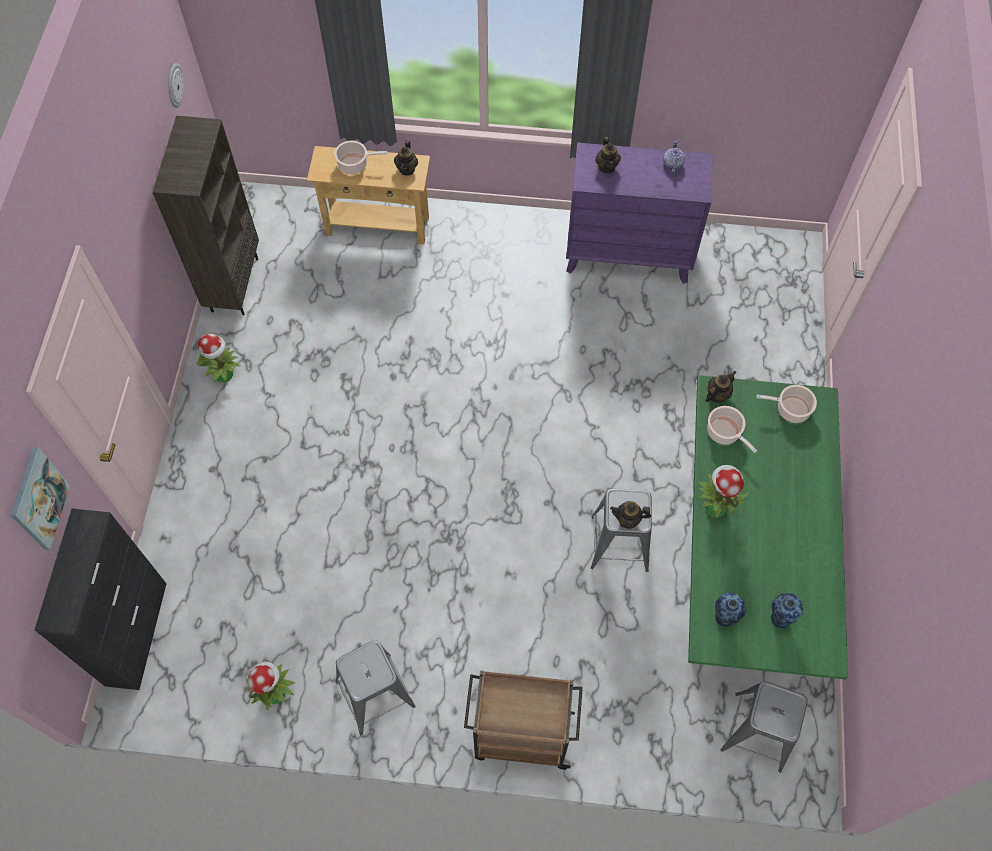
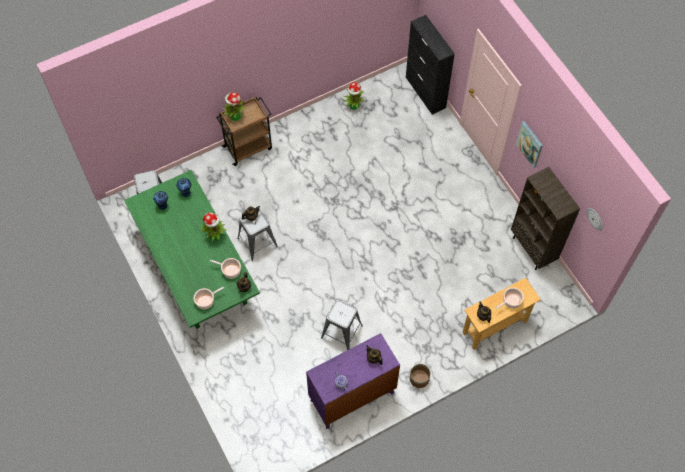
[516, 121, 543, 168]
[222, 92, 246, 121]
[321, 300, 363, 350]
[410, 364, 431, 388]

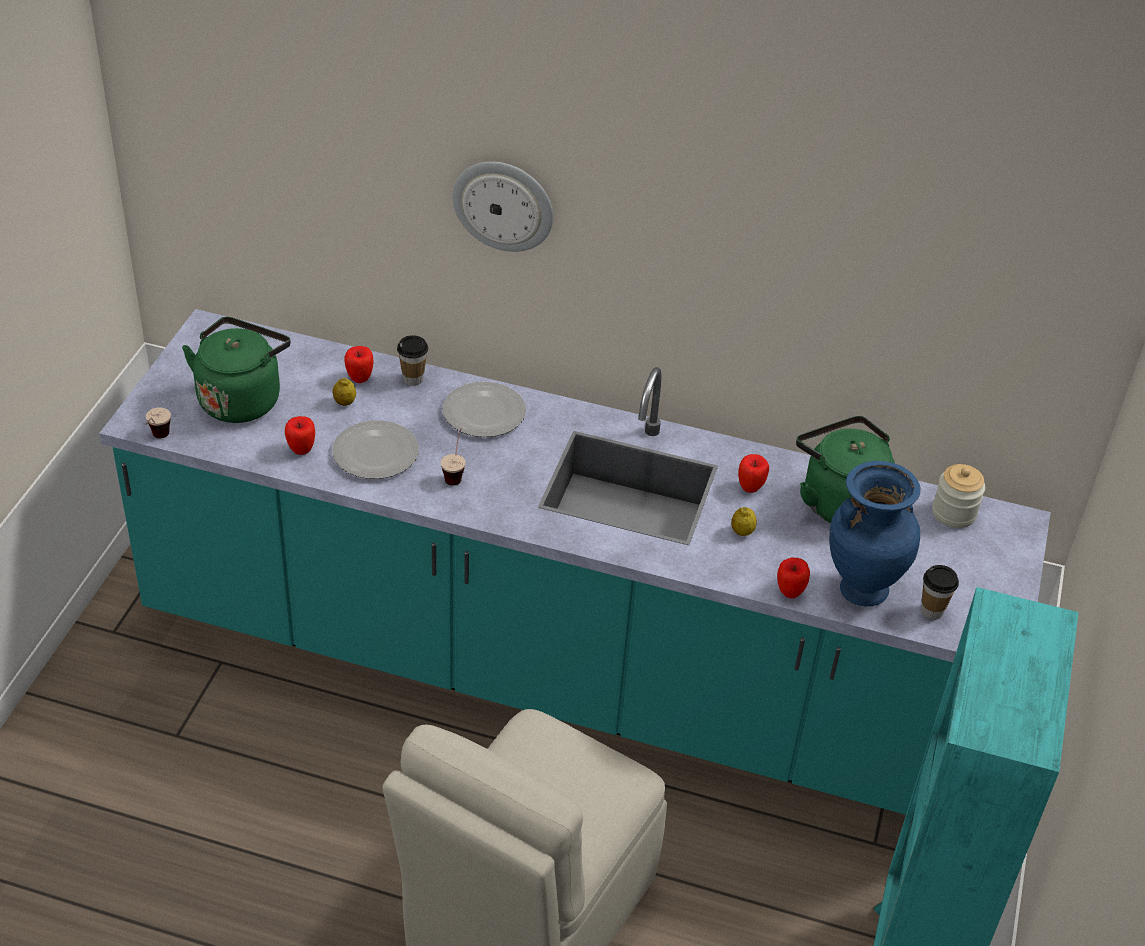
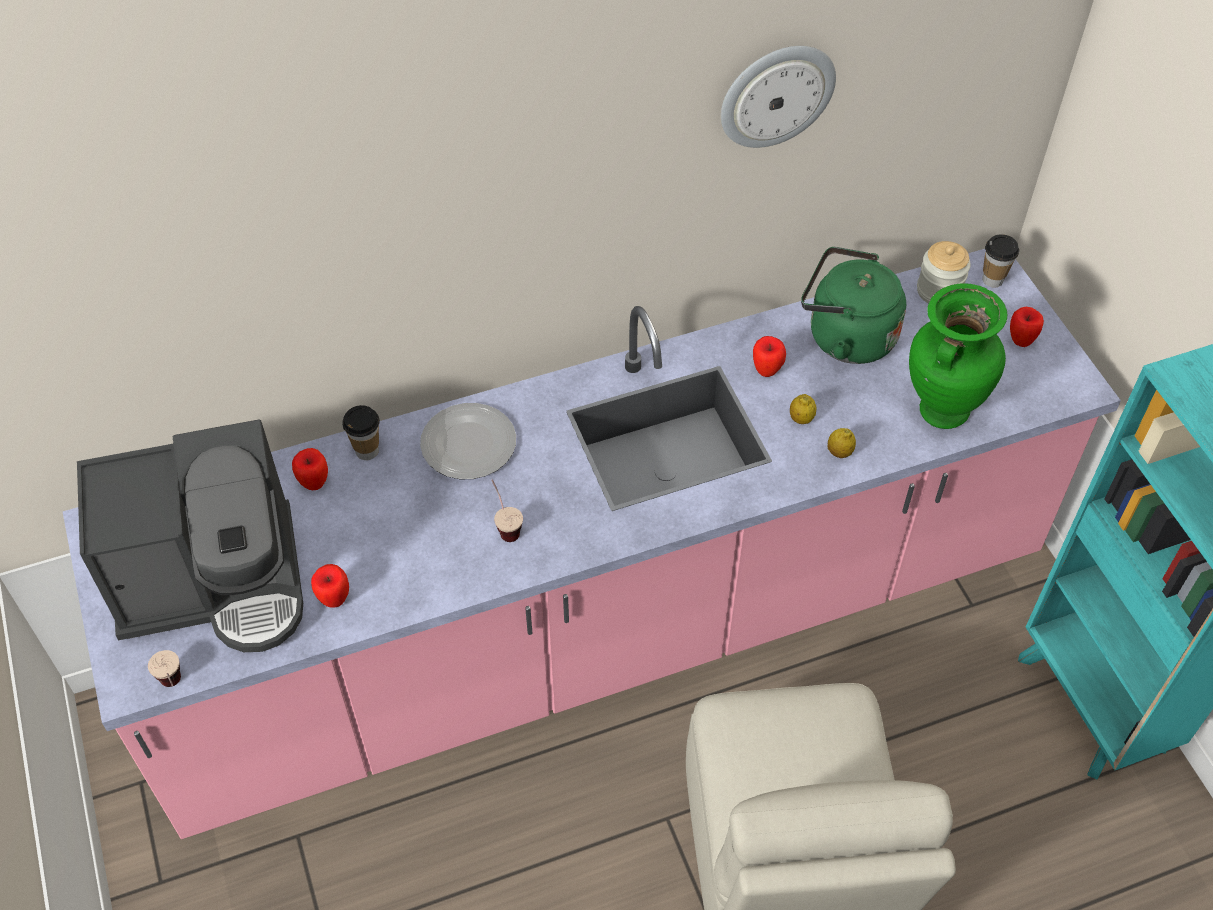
[63, 249, 1121, 839]
[77, 419, 303, 652]
[828, 428, 856, 458]
[332, 420, 419, 479] (first image)
[721, 46, 836, 148]
[1010, 307, 1044, 347]
[909, 283, 1007, 429]
[982, 234, 1019, 287]

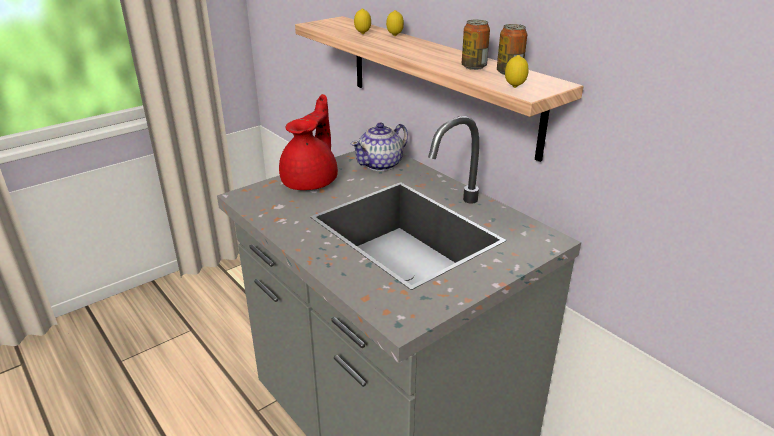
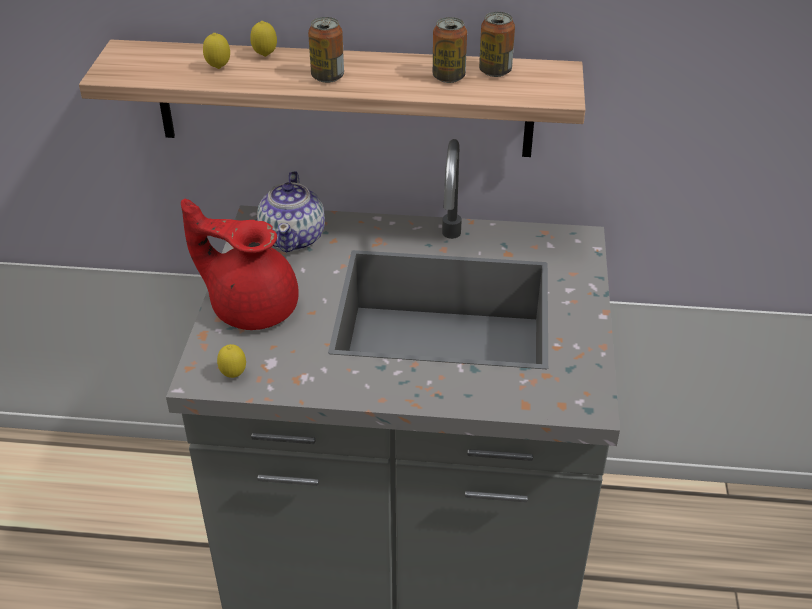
[181, 199, 299, 330]
[217, 344, 246, 378]
[308, 17, 344, 83]

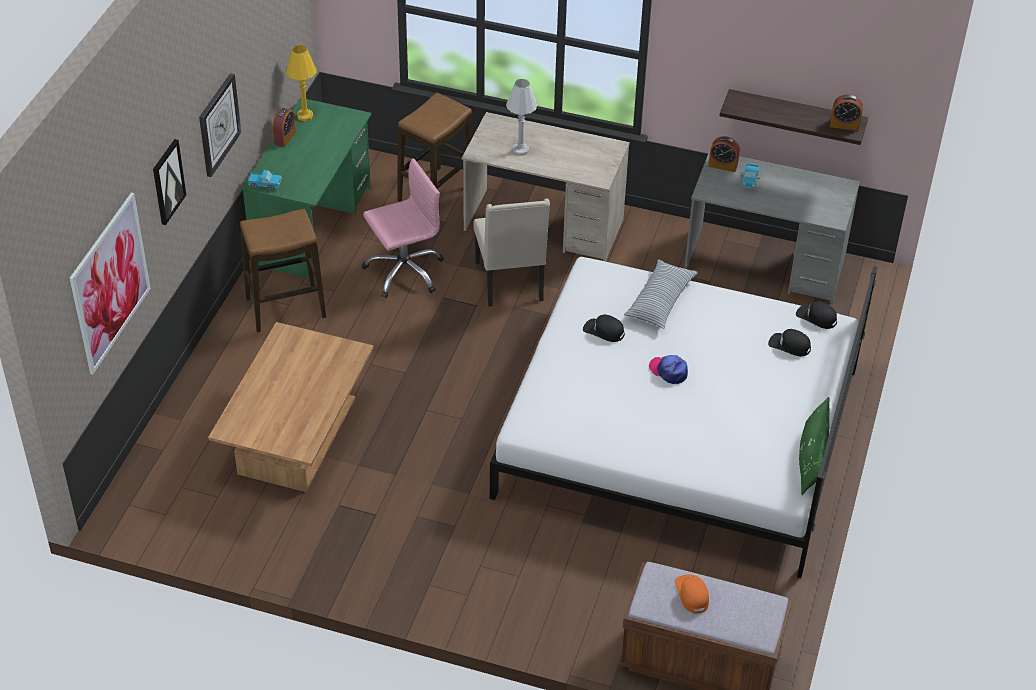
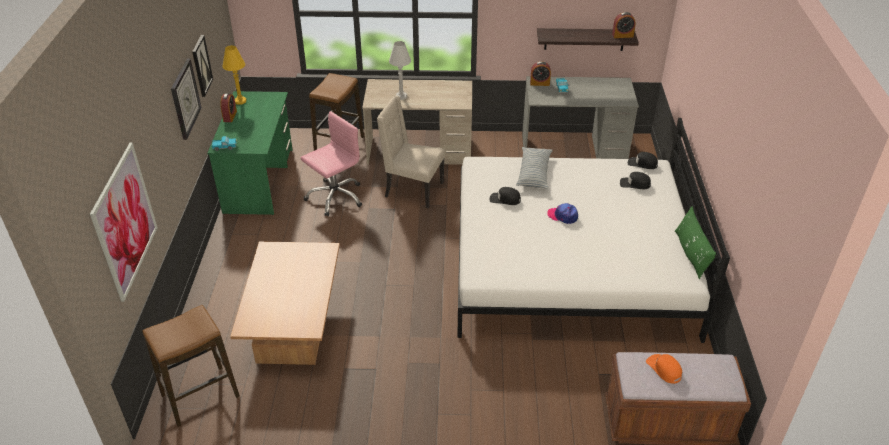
[192, 35, 213, 97]
[142, 305, 240, 427]
[377, 96, 445, 208]

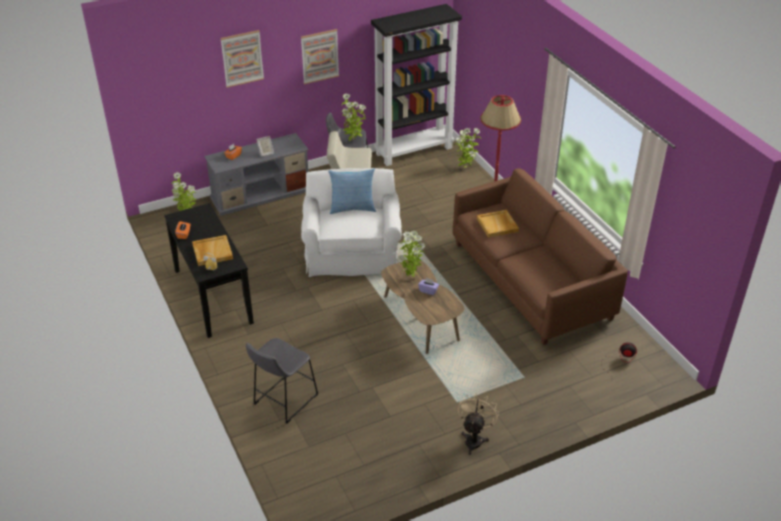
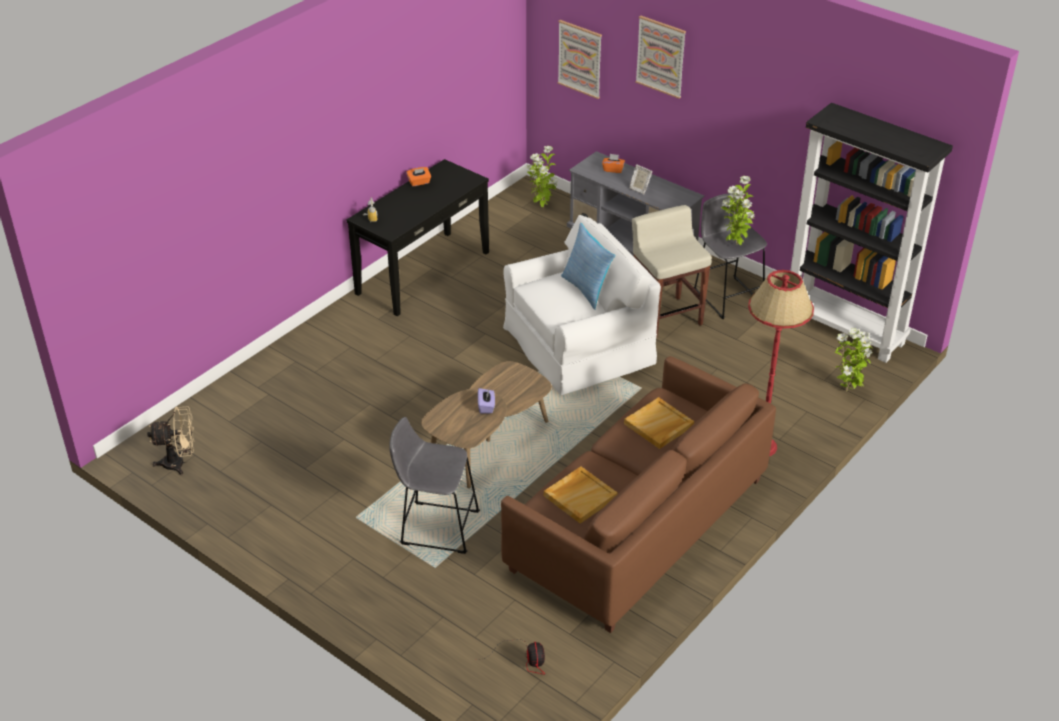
[544, 466, 618, 524]
[389, 417, 480, 554]
[558, 20, 602, 99]
[398, 230, 425, 277] (first image)
[147, 407, 195, 475]

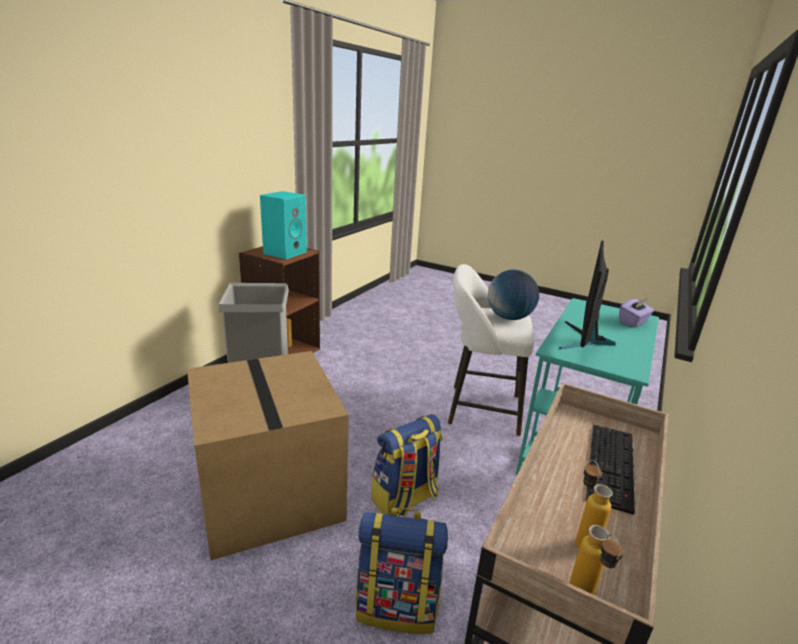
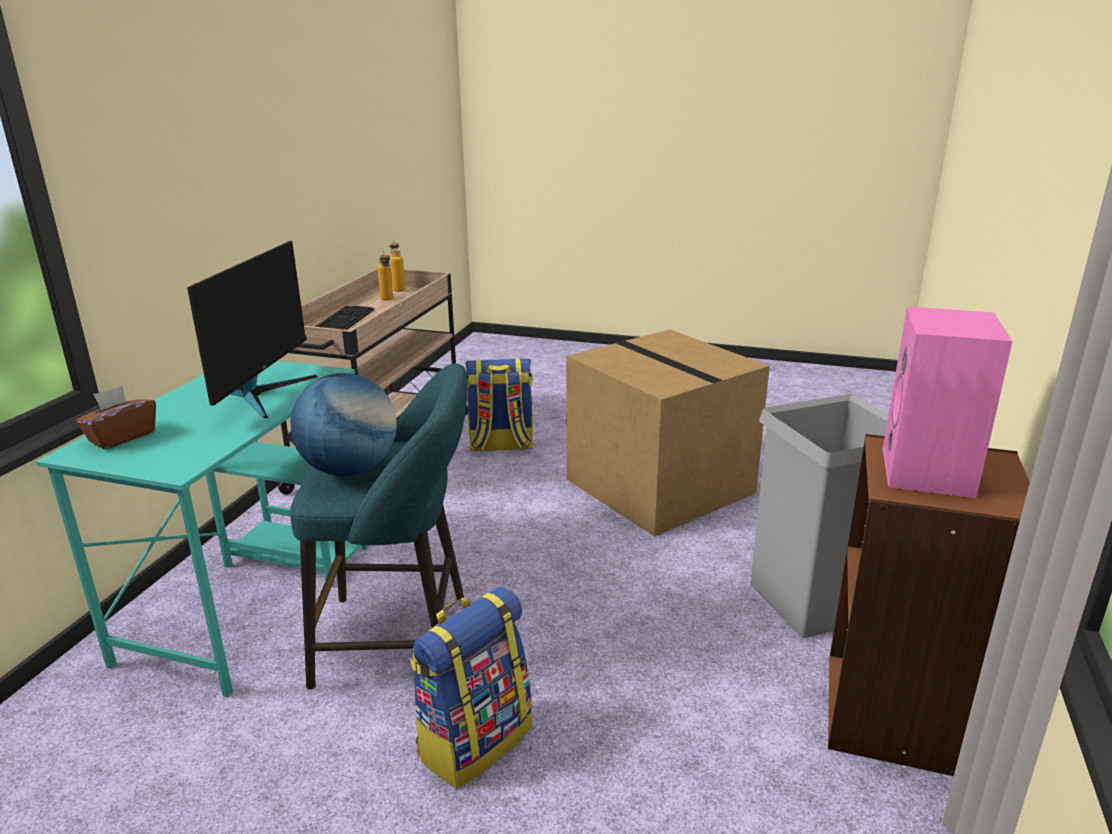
[883, 307, 1013, 498]
[410, 587, 532, 789]
[290, 363, 468, 690]
[76, 386, 156, 450]

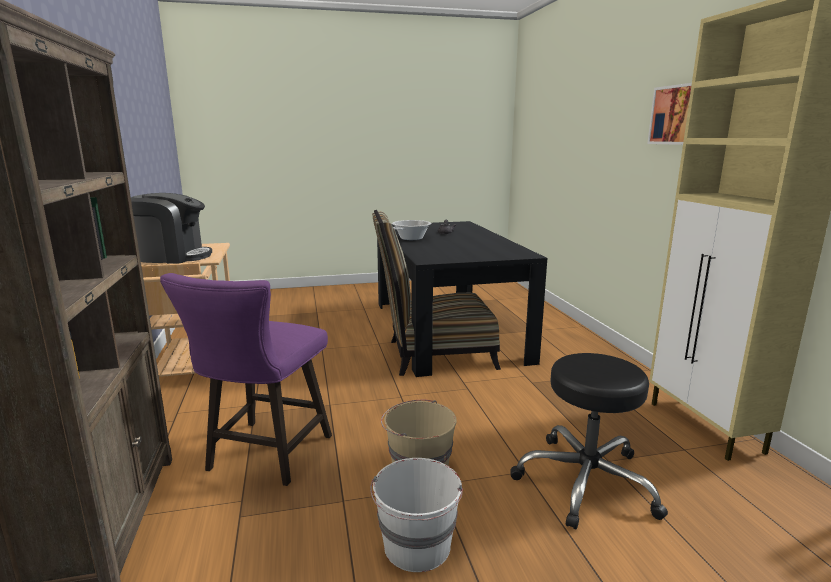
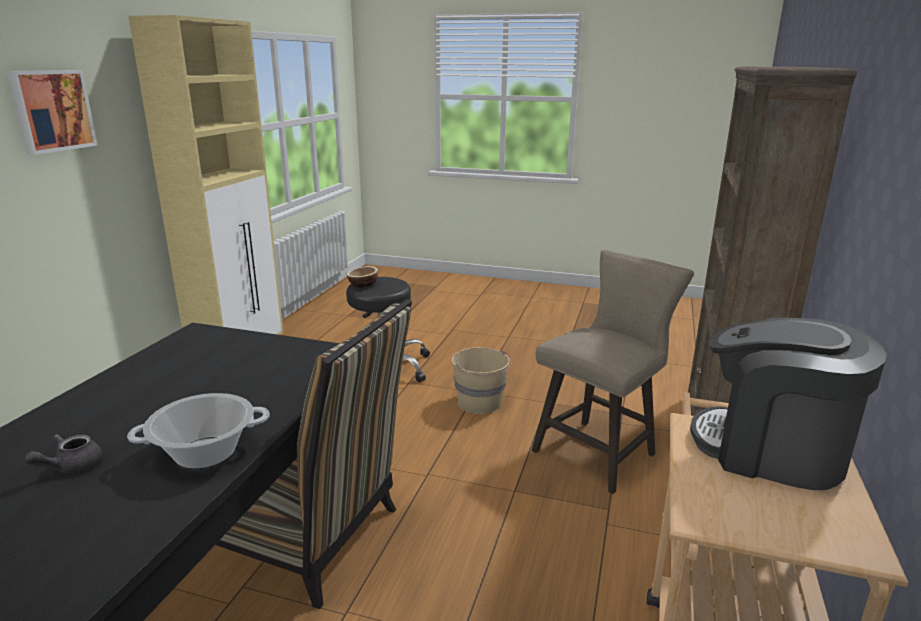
[532, 249, 694, 494]
[370, 458, 463, 572] (first image)
[347, 266, 378, 288]

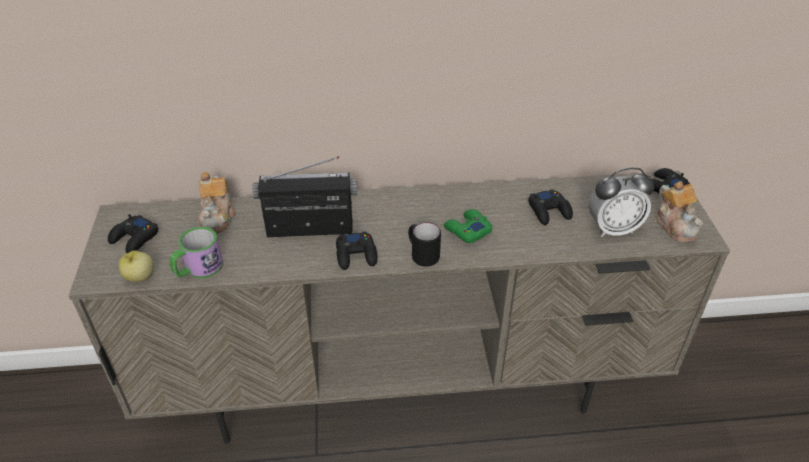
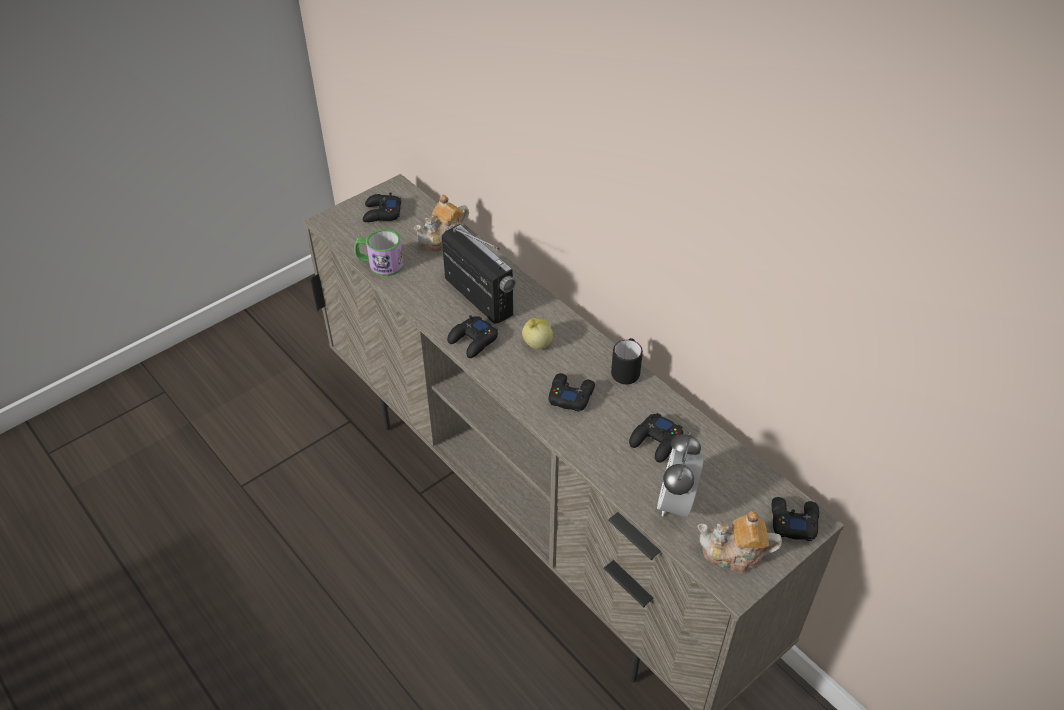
[522, 318, 553, 349]
[611, 338, 643, 384]
[549, 373, 595, 412]
[657, 432, 704, 517]
[697, 511, 782, 573]

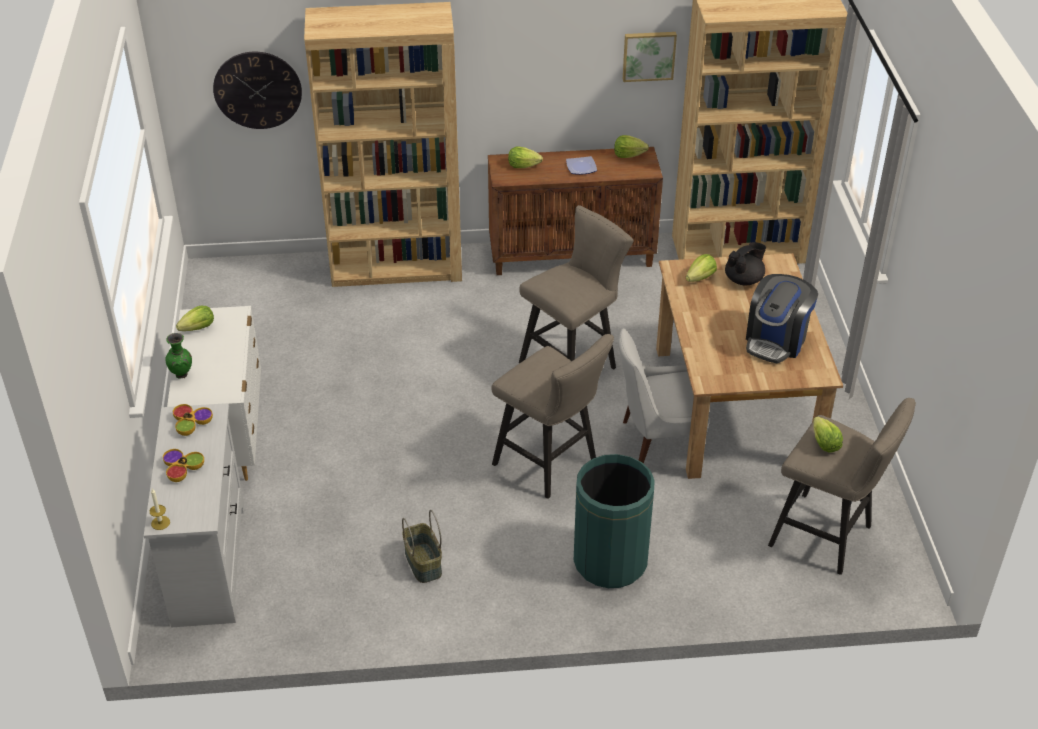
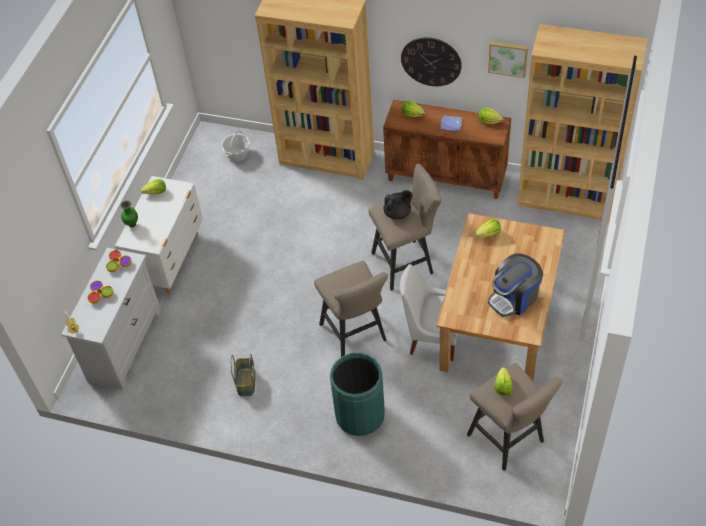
[401, 37, 462, 86]
[383, 190, 413, 220]
[221, 131, 250, 162]

